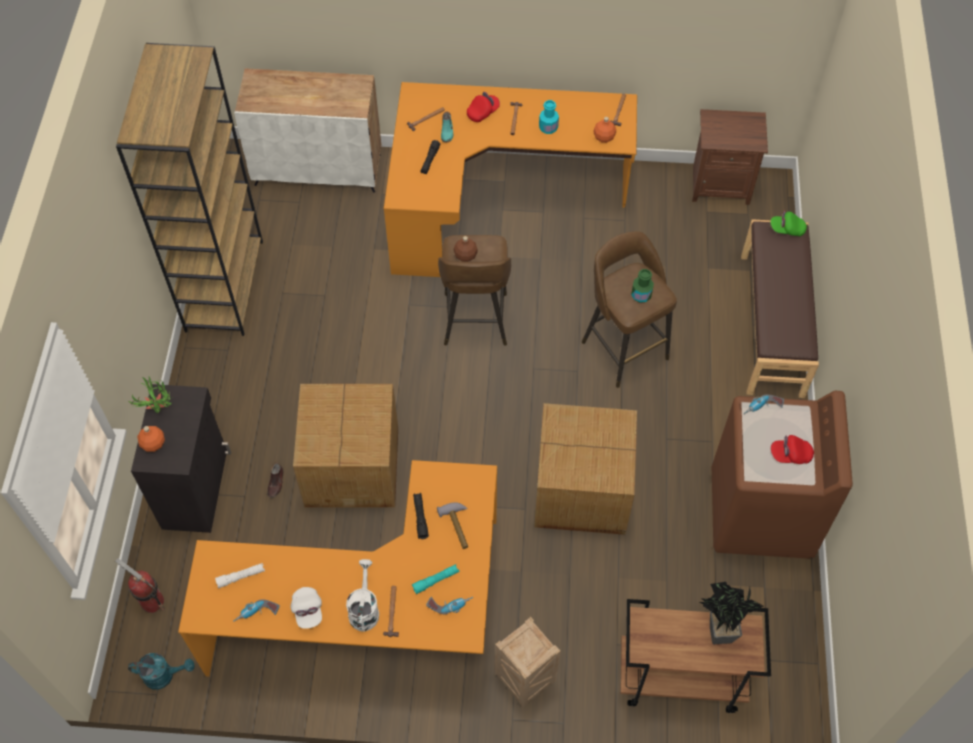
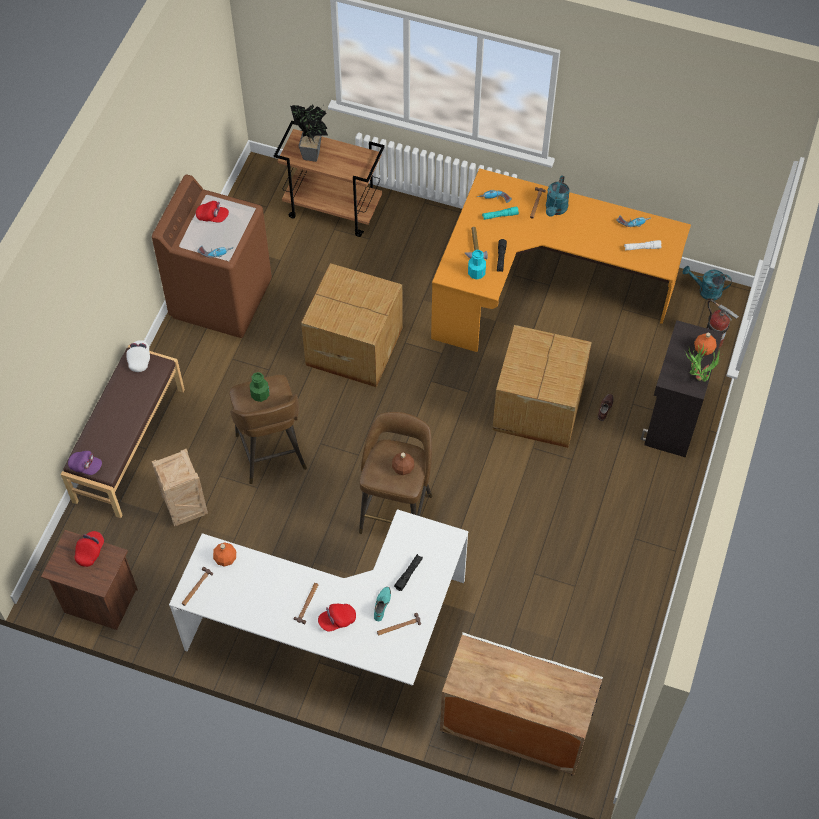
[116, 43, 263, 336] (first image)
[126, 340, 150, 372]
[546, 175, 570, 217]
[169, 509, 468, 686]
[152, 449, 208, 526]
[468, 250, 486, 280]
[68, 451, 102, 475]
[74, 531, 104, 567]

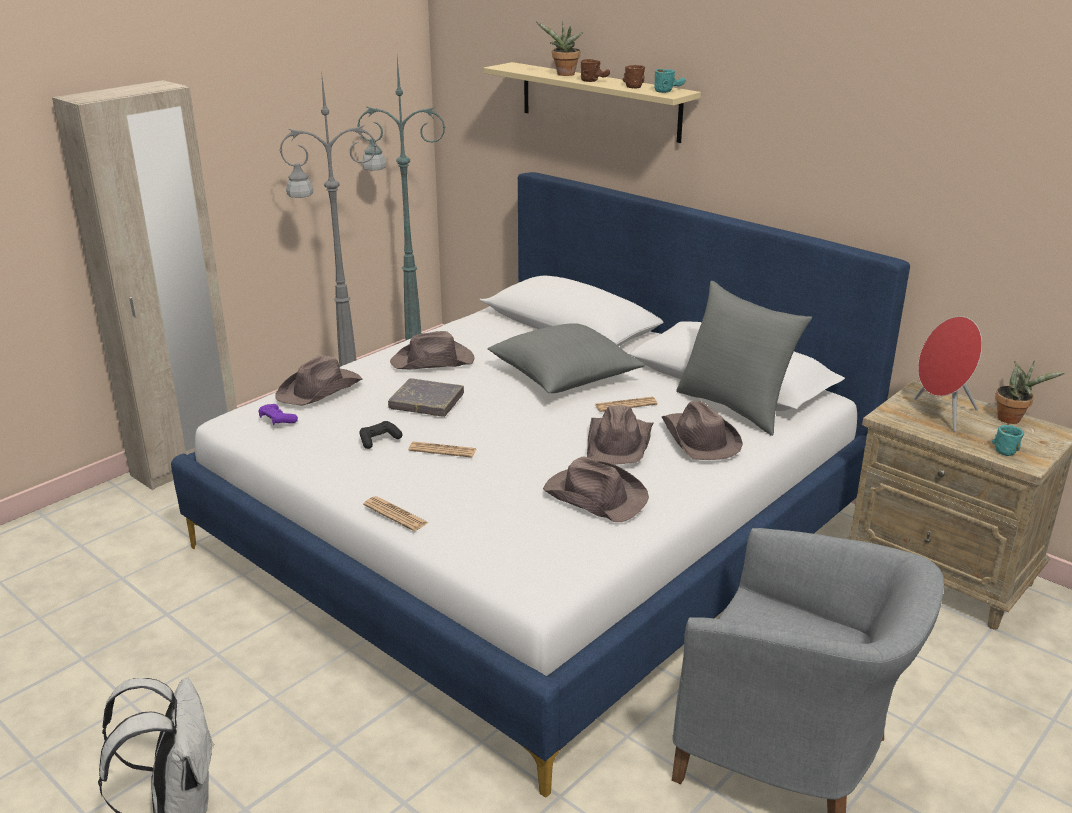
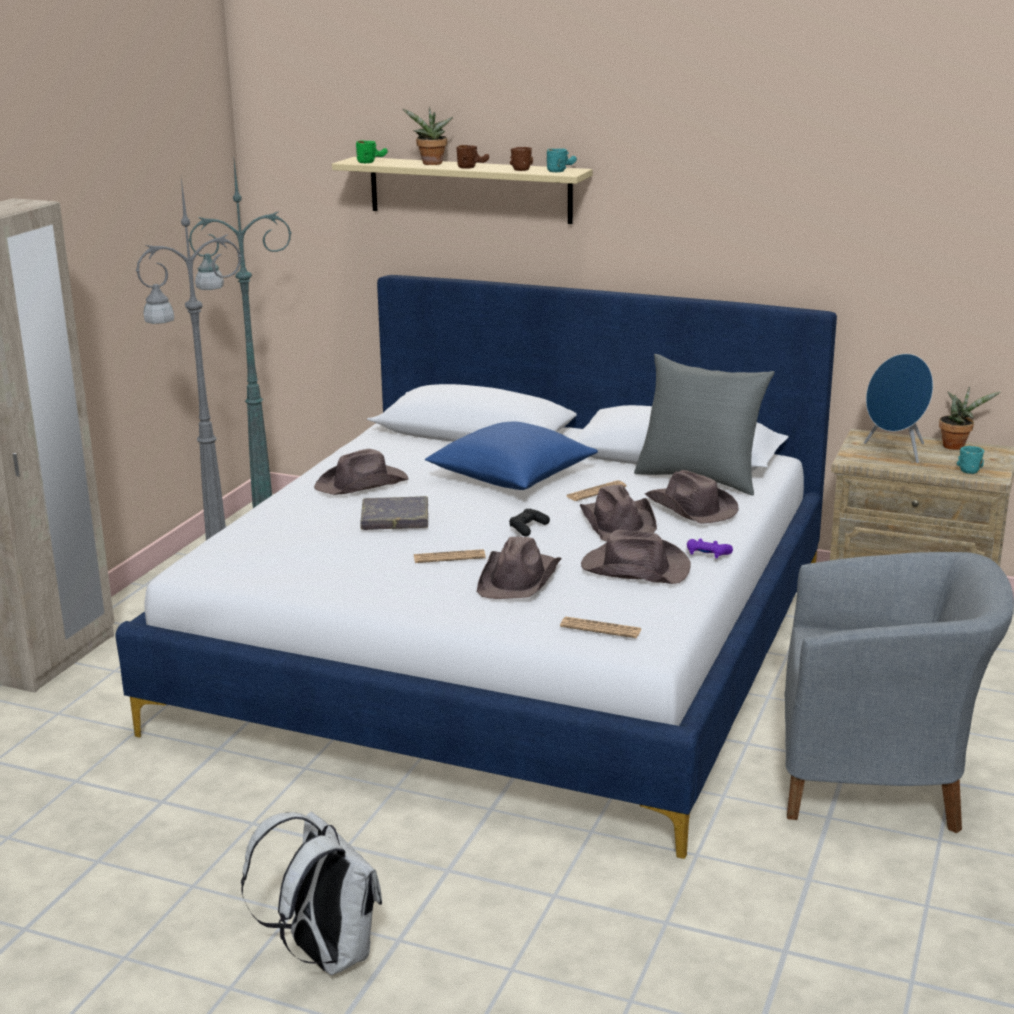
[687, 539, 733, 559]
[477, 537, 561, 599]
[509, 509, 550, 537]
[560, 617, 641, 638]
[425, 422, 598, 490]
[864, 354, 933, 463]
[356, 140, 388, 163]

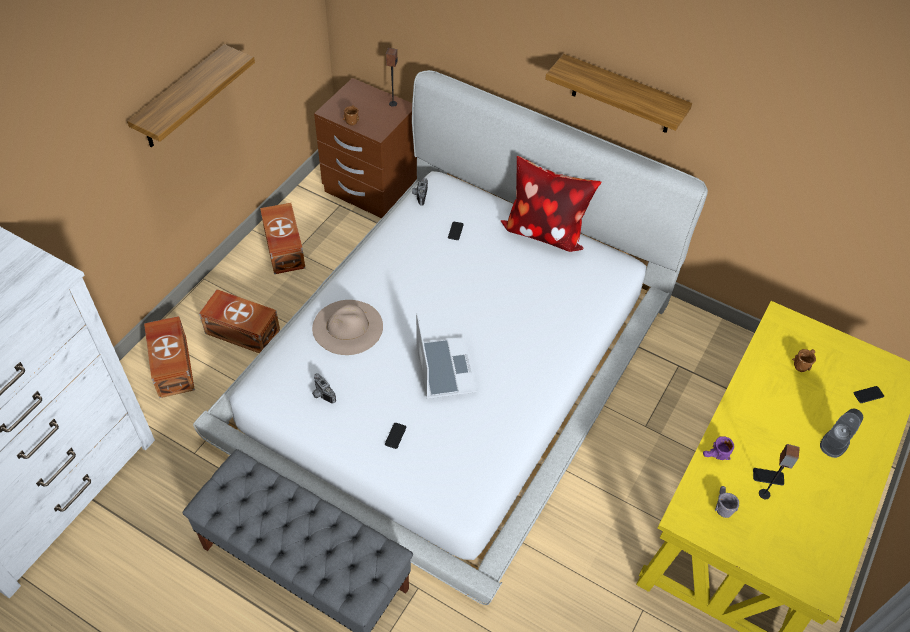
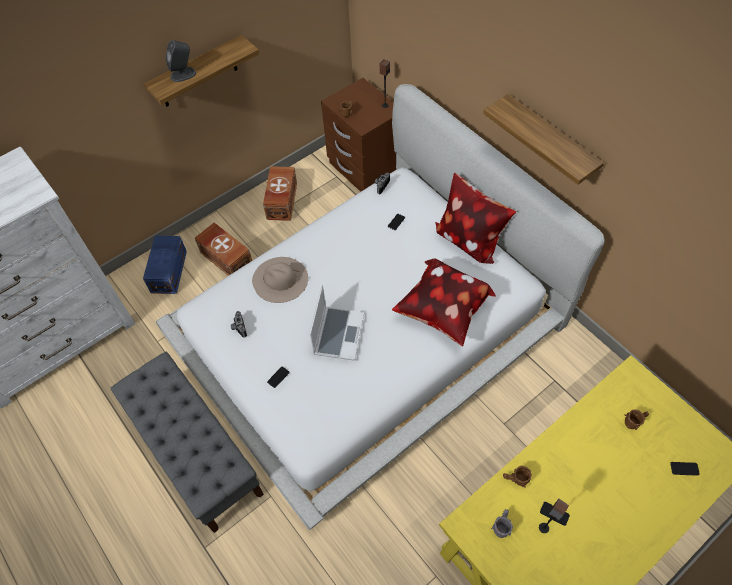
[143, 236, 187, 294]
[503, 466, 532, 488]
[166, 40, 196, 82]
[392, 258, 496, 347]

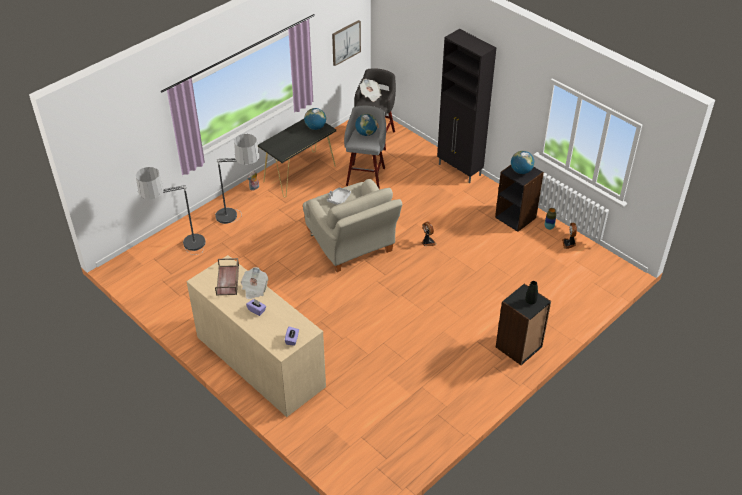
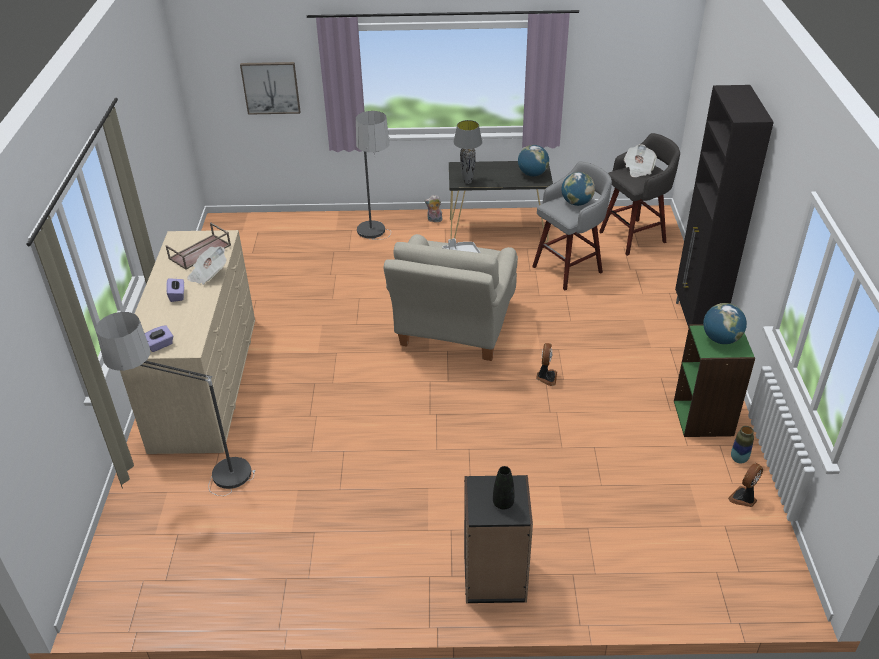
[96, 312, 256, 496]
[240, 62, 301, 115]
[674, 324, 755, 437]
[453, 120, 482, 184]

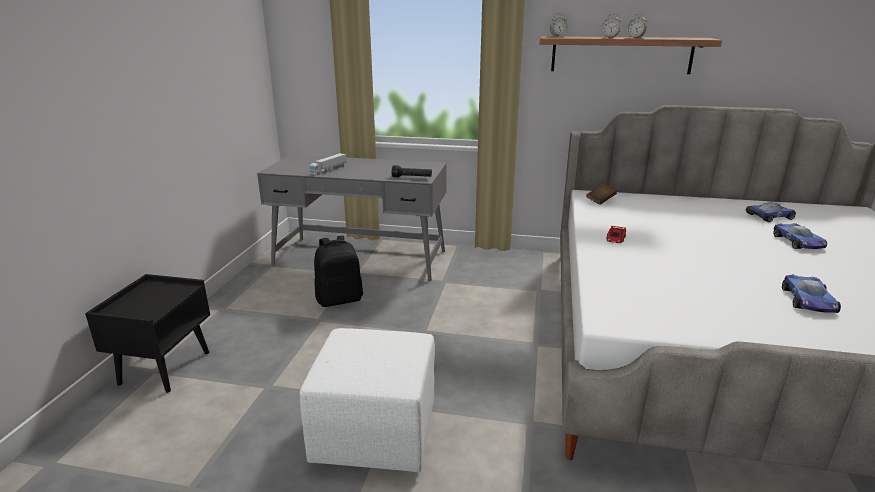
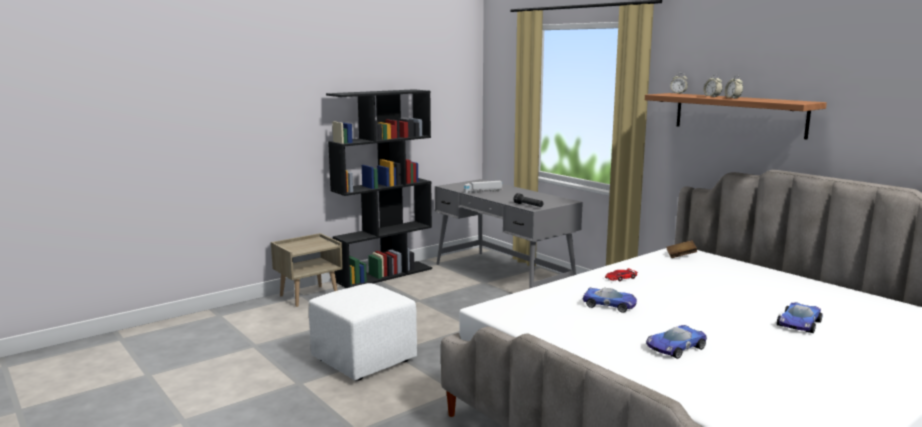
[271, 233, 343, 307]
[314, 236, 363, 307] (first image)
[583, 287, 637, 313]
[326, 89, 432, 288]

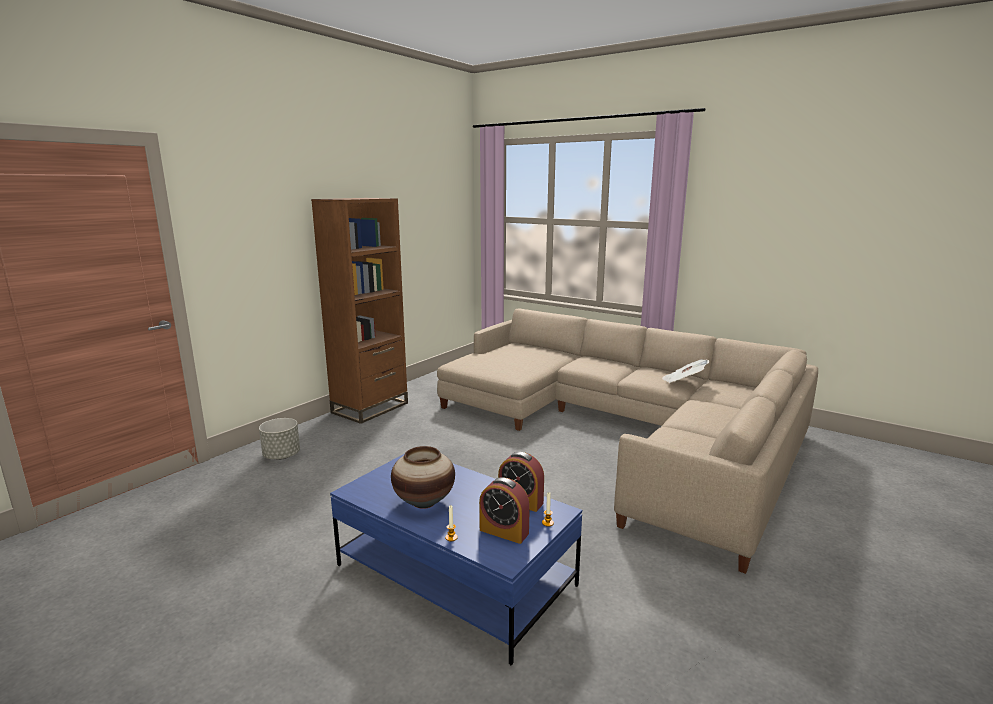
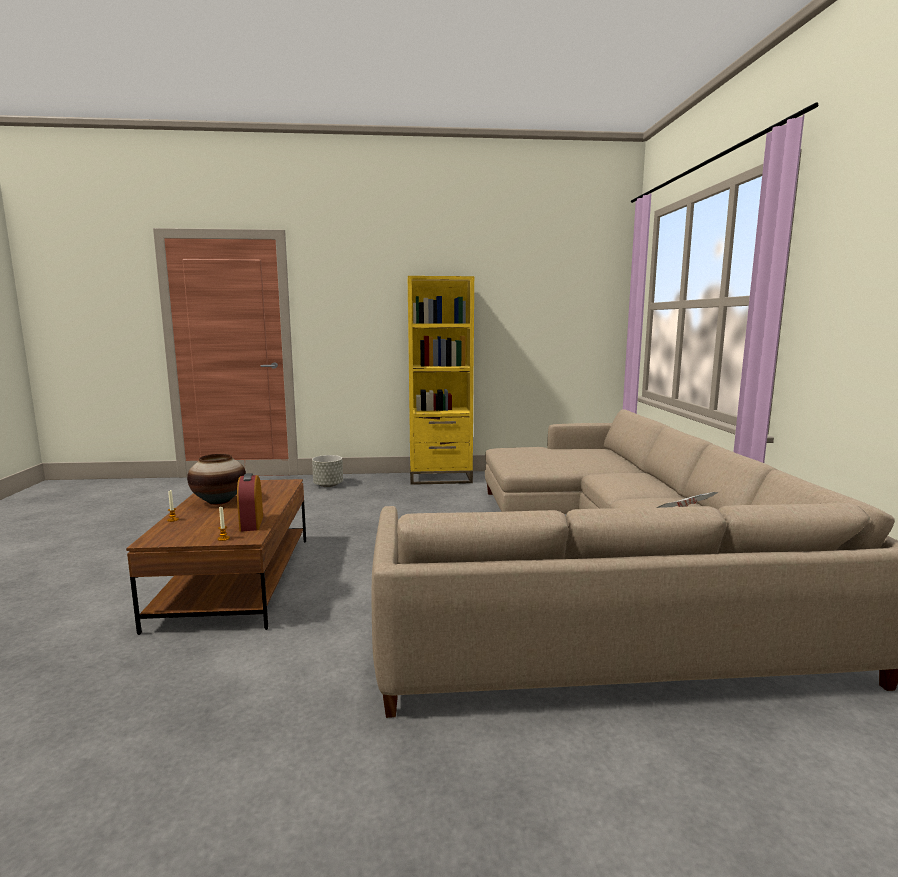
[408, 276, 474, 485]
[126, 479, 306, 635]
[479, 477, 530, 544] (first image)

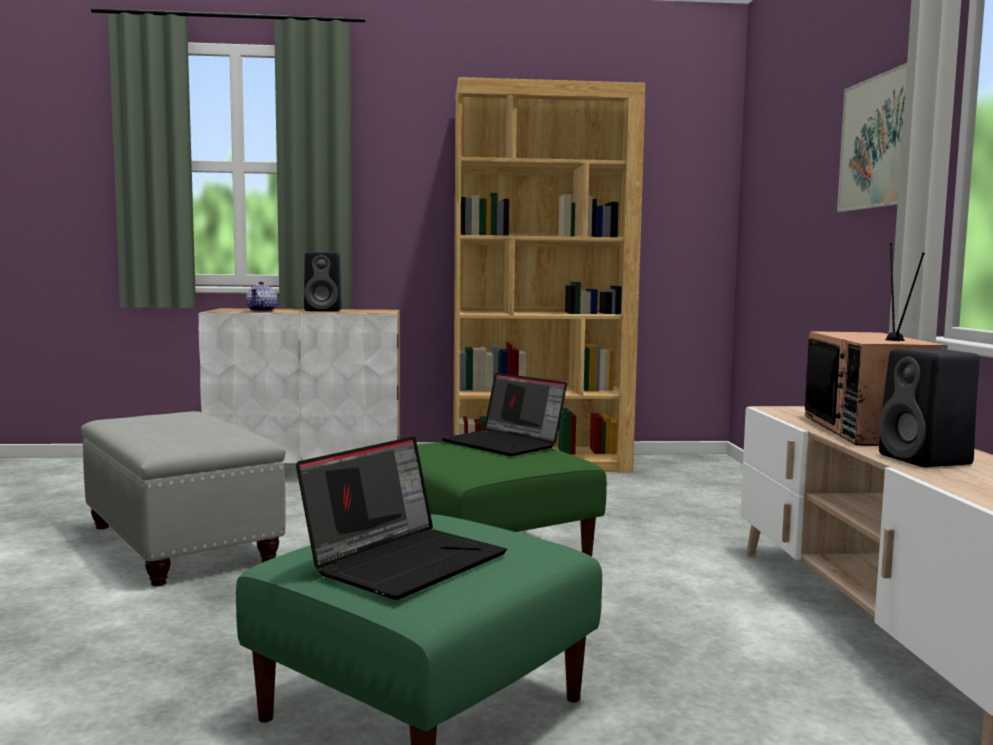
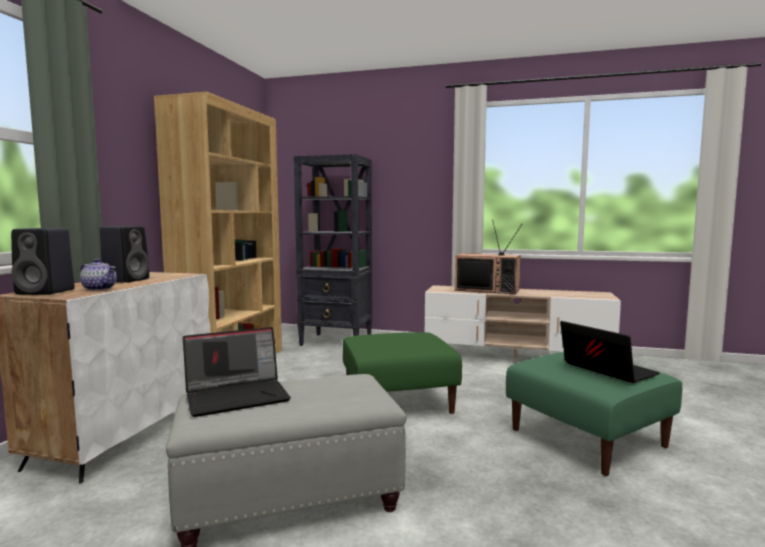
[183, 327, 291, 417]
[837, 63, 907, 212] (first image)
[11, 228, 75, 295]
[294, 154, 372, 346]

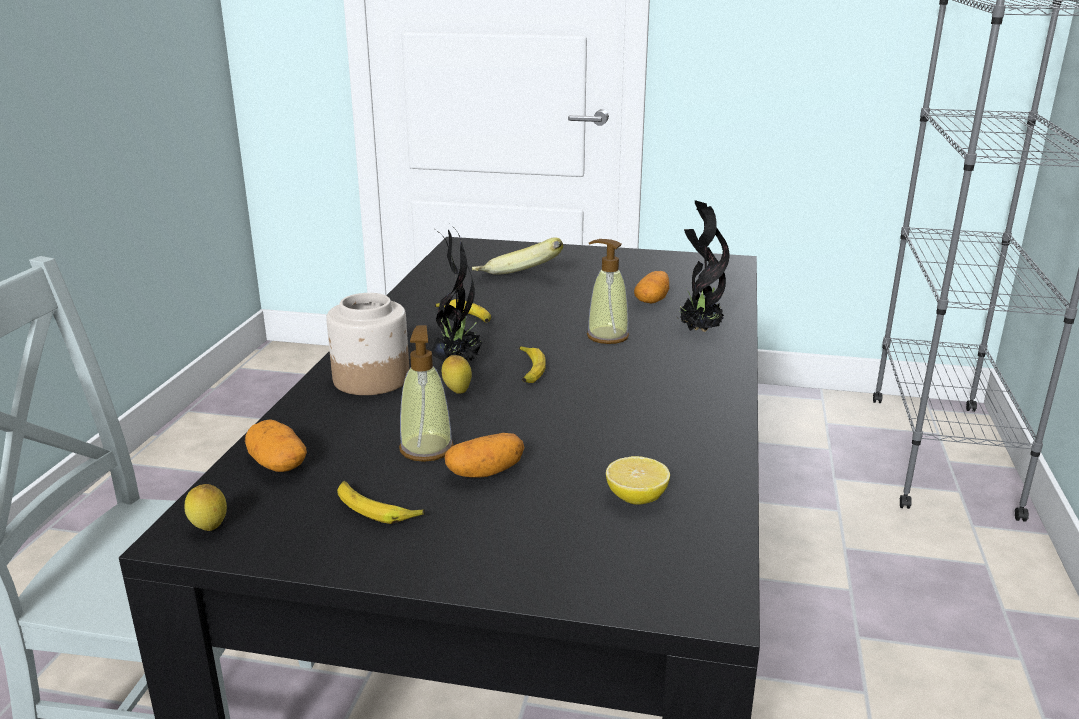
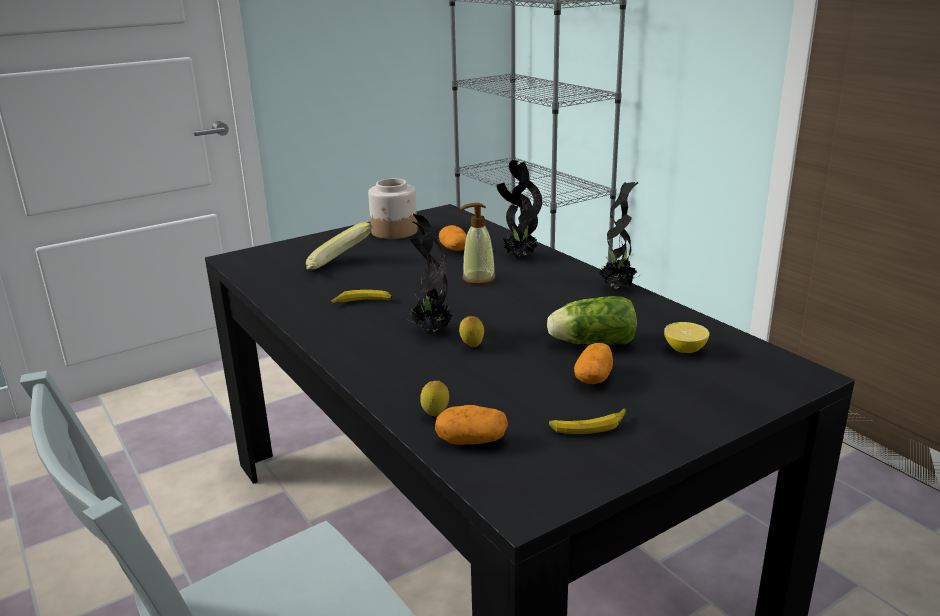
[420, 381, 449, 416]
[368, 179, 418, 239]
[399, 325, 454, 462] (first image)
[519, 346, 546, 383] (first image)
[547, 296, 637, 345]
[599, 182, 639, 290]

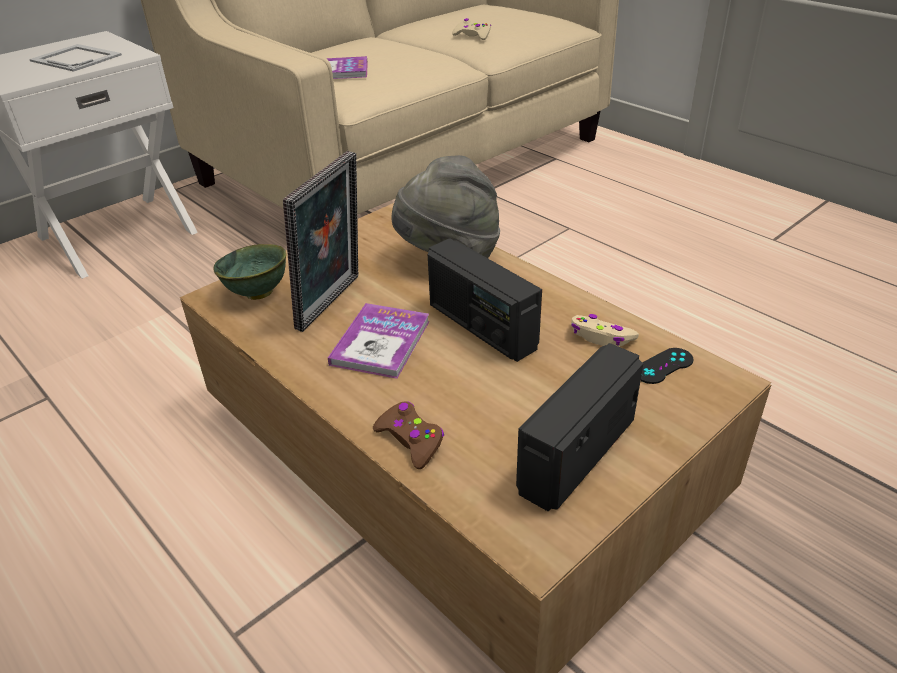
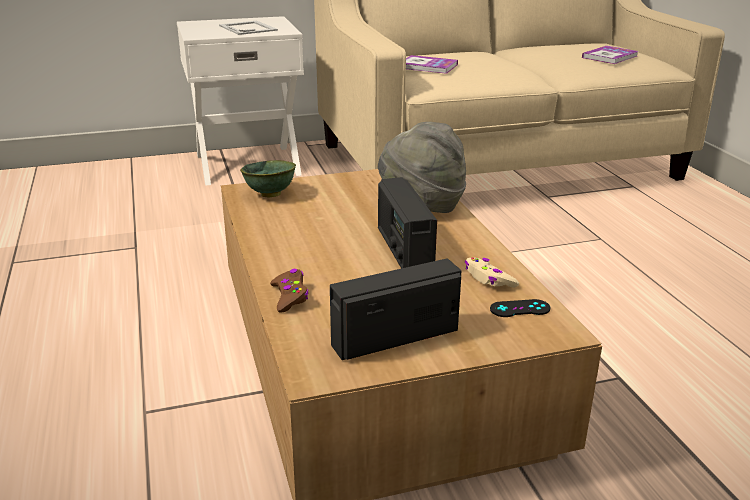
[283, 151, 359, 332] (first image)
[582, 46, 638, 64]
[452, 18, 491, 40] (first image)

